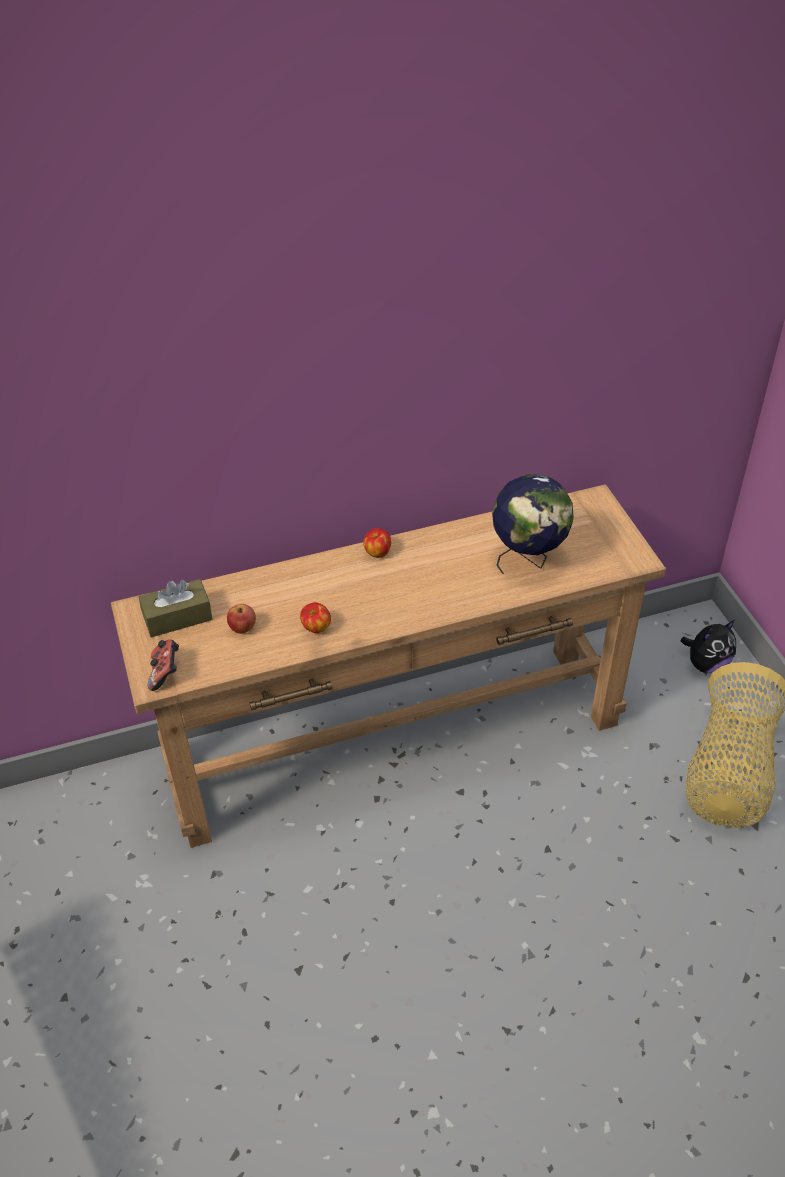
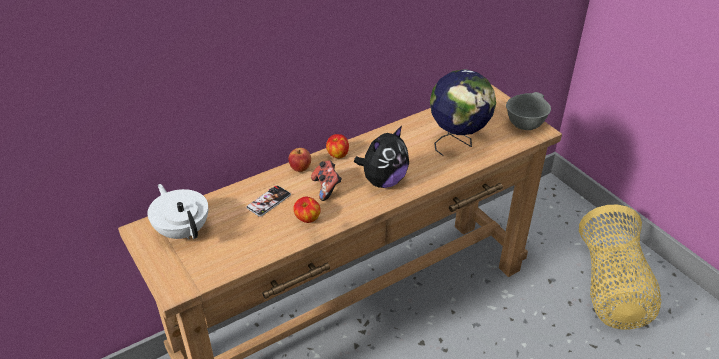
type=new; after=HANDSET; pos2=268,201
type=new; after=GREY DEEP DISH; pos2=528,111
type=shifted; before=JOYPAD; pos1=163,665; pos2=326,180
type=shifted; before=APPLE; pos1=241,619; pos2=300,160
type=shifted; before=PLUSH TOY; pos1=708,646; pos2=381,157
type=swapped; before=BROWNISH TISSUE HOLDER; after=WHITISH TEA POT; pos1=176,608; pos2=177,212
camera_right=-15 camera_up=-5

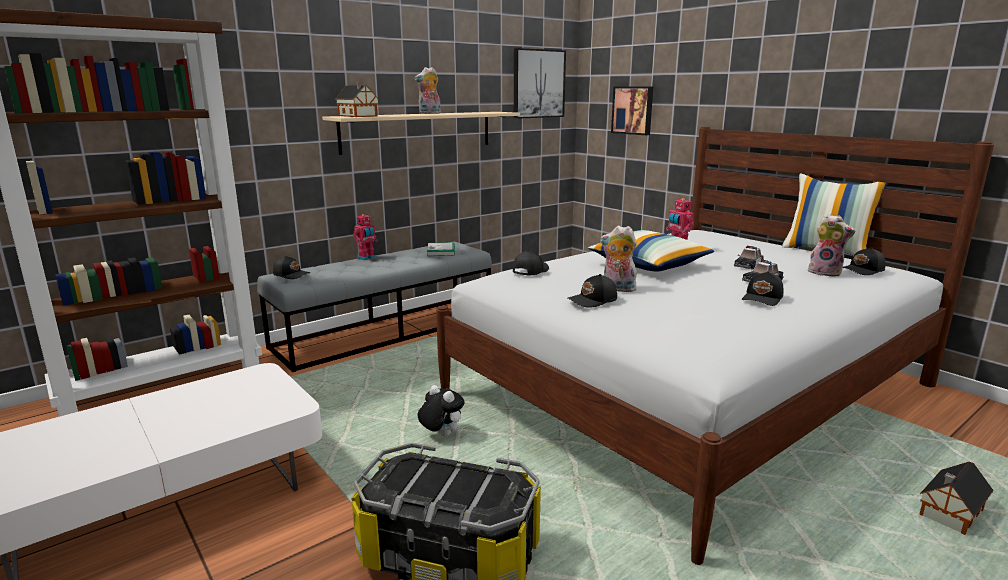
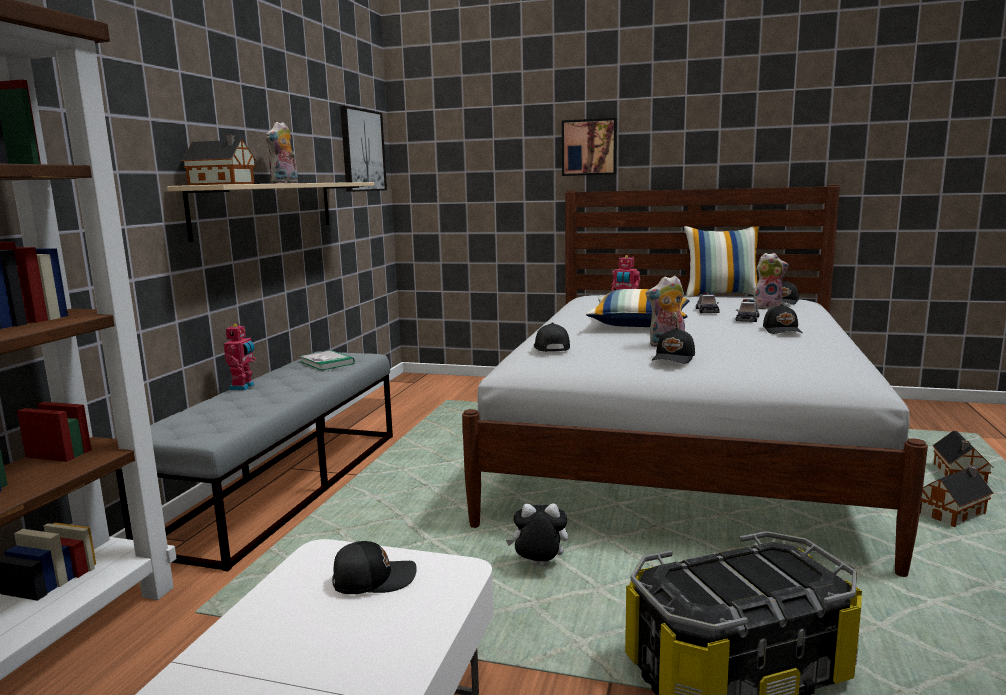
type=new; after=MINIATURE HOUSE; pos2=957,496
type=shifted; before=BLACK BASEBALL CAP; pos1=291,267; pos2=374,567
type=shifted; before=PICTURE; pos1=632,110; pos2=589,147
camera_right=-35 camera_up=-5

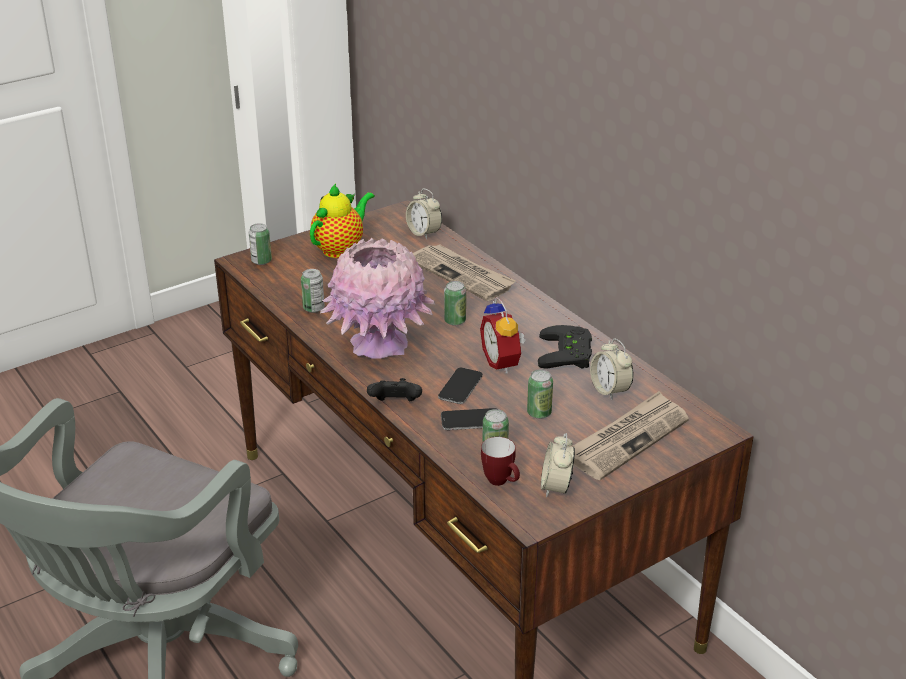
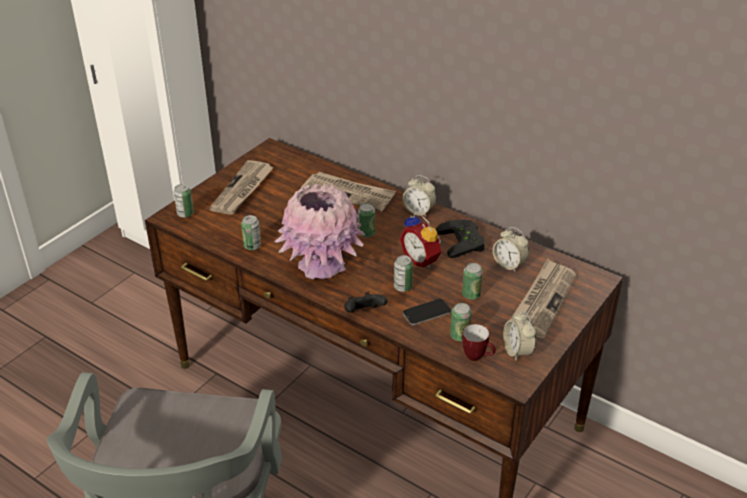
type=shifted; before=ALARM CLOCK; pos1=424,214; pos2=419,196
type=swapped; before=TEA POT; after=DAILY PAPER; pos1=342,220; pos2=241,187
type=swapped; before=HANDSET; after=METAL CAN; pos1=460,386; pos2=403,273
camera_right=-20 camera_up=5

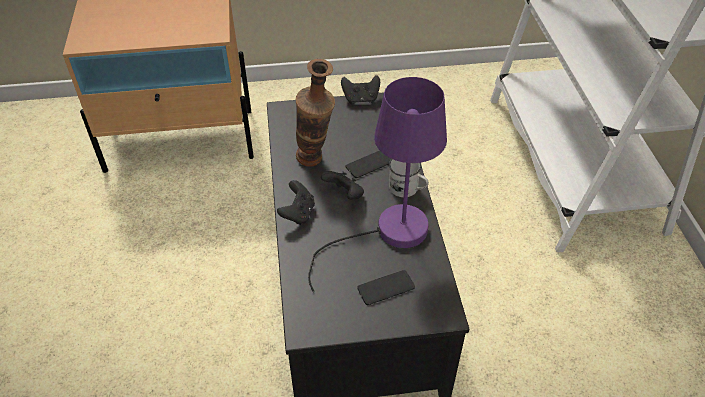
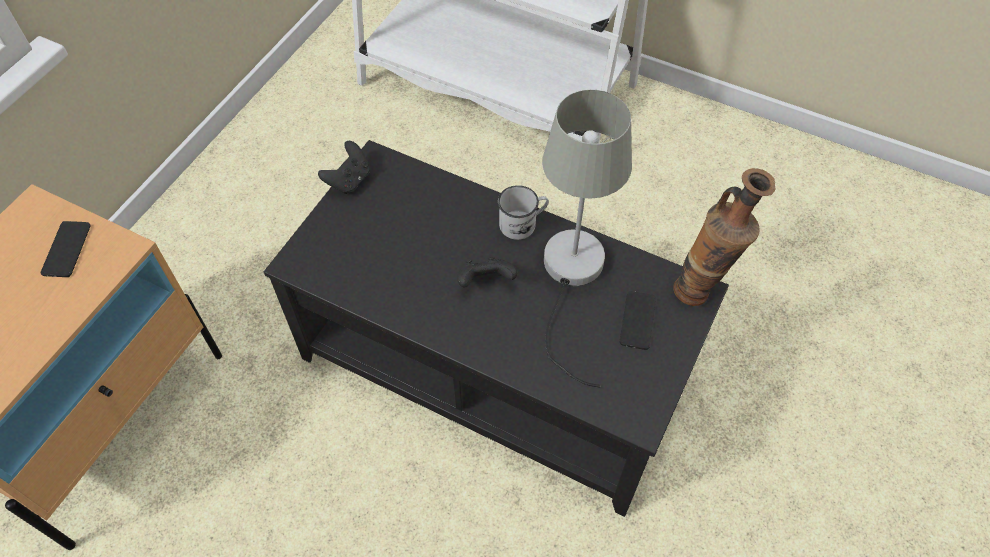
type=gone; before=BLACK JOYPAD; pos1=296,202
type=shifted; before=FLOWER VASE; pos1=315,113; pos2=724,237
type=shifted; before=HANDSET; pos1=368,164; pos2=66,249
type=repainted; before=PURPLISH TABLETOP LAMP; after=GREY TABLETOP LAMP; pos1=377,185; pos2=587,239
camera_right=-55 camera_up=10

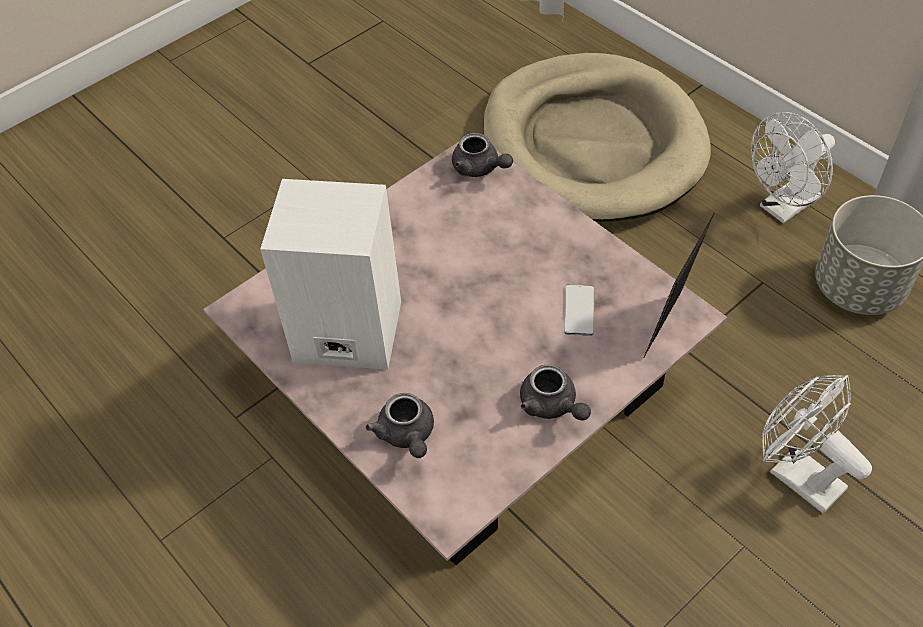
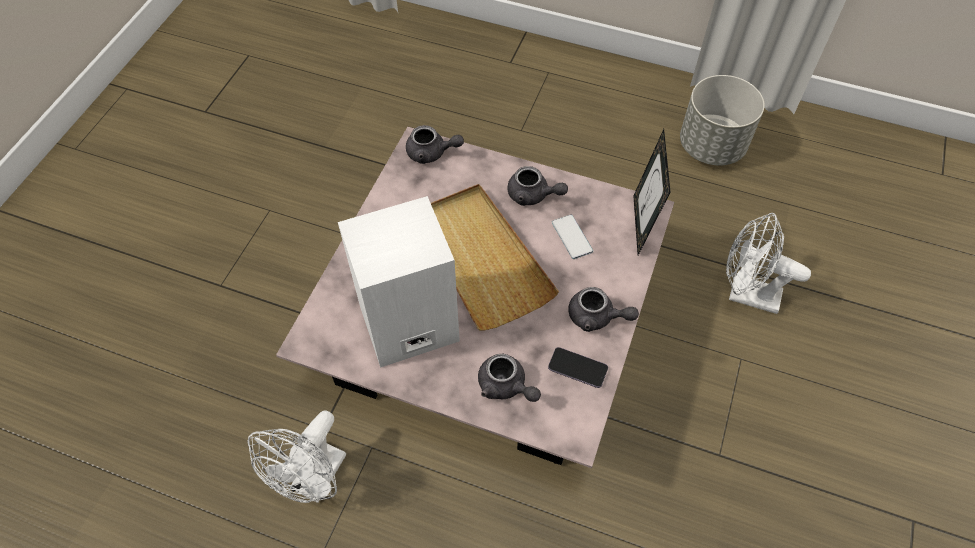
type=gone; before=BEIGE PET BED; pos1=597,137
type=new; after=BEIGE TRAY; pos2=495,257
type=new; after=GREY TEA POT; pos2=537,186
type=new; after=HANDSET; pos2=578,367
type=shifted; before=WHITISH COOLING FAN; pos1=793,167; pos2=296,456
camera_right=-30 camera_up=5

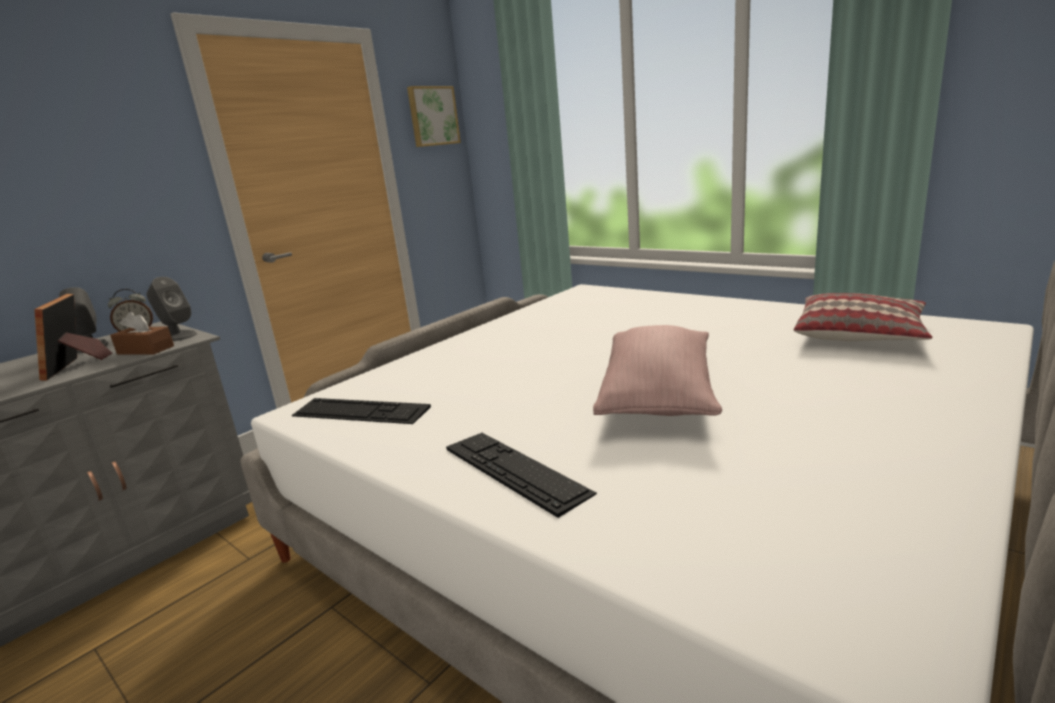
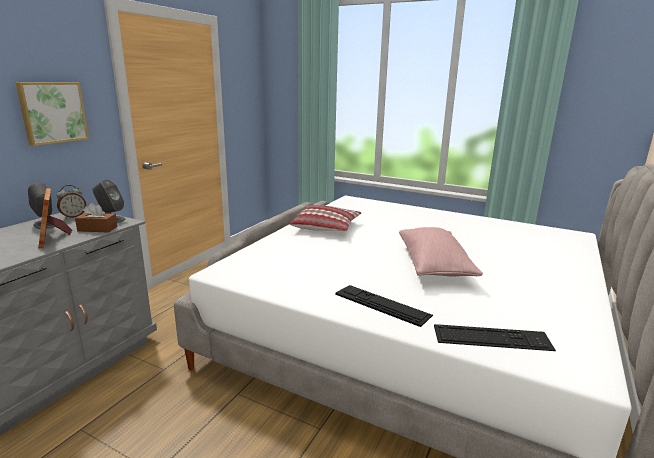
type=shifted; before=KEYBOARD; pos1=361,411; pos2=495,337
type=shifted; before=PICTURE; pos1=434,116; pos2=52,114
type=shifted; before=PILLOW; pos1=862,317; pos2=325,218
camera_right=-15 camera_up=0

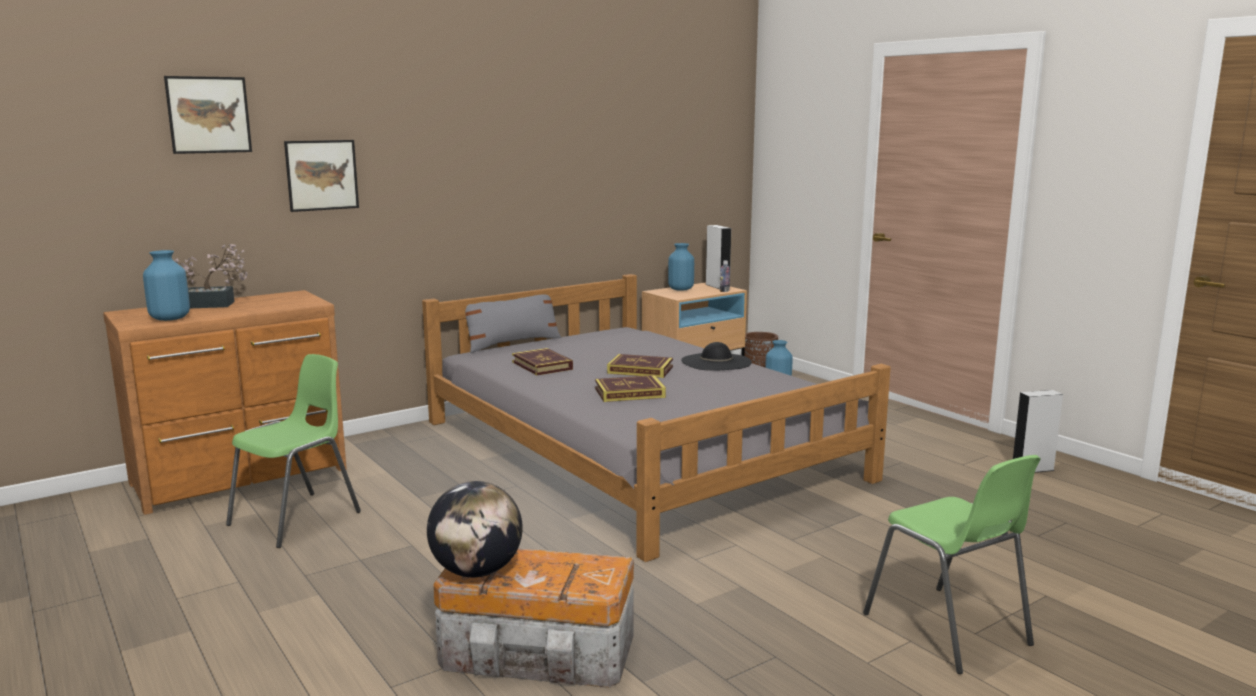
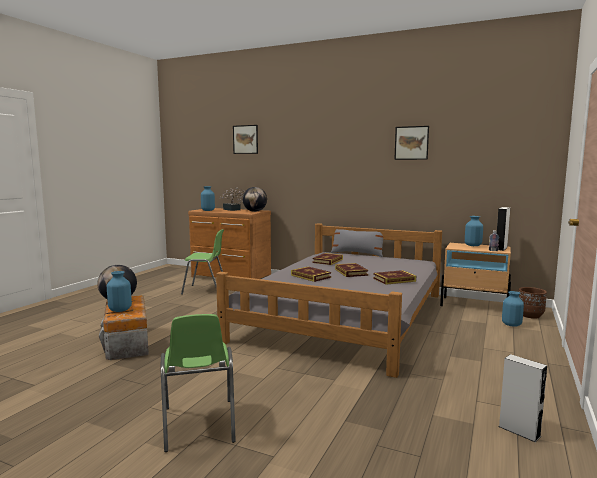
type=new; after=BLUISH FLOWER VASE; pos2=119,291
type=new; after=WORLD GLOBE; pos2=254,199
type=shifted; before=PICTURE; pos1=321,176; pos2=411,143
type=swapped; before=BLACK CLOTHING HAT; after=VOLUME; pos1=716,356; pos2=394,277
type=rotated; before=GREEN UPRIGHT CHAIR; pos1=952,564; pos2=198,383; turn=-45
camera_right=60 camera_up=-5

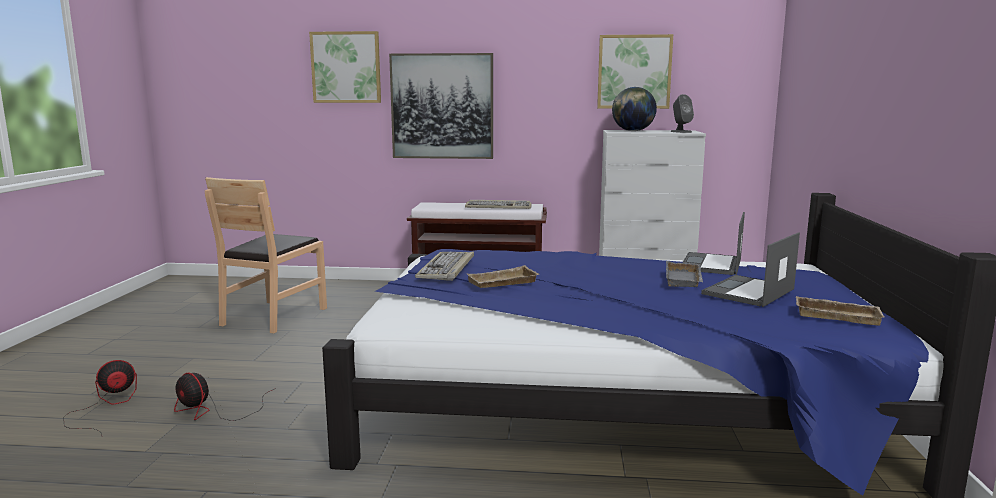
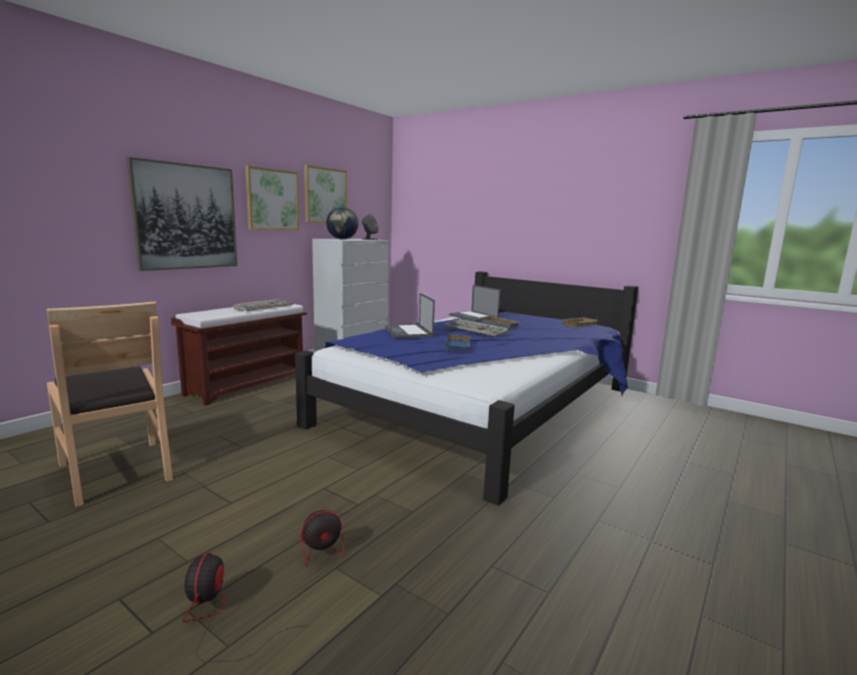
type=shifted; before=PICTURE; pos1=345,67; pos2=272,198
type=shifted; before=KEYBOARD; pos1=444,266; pos2=476,327
type=shifted; before=LAPTOP; pos1=750,269; pos2=410,315
type=repainted; before=BEIGE TRAY; after=BLUISH TRAY; pos1=503,276; pos2=457,342
camera_right=-60 camera_up=0

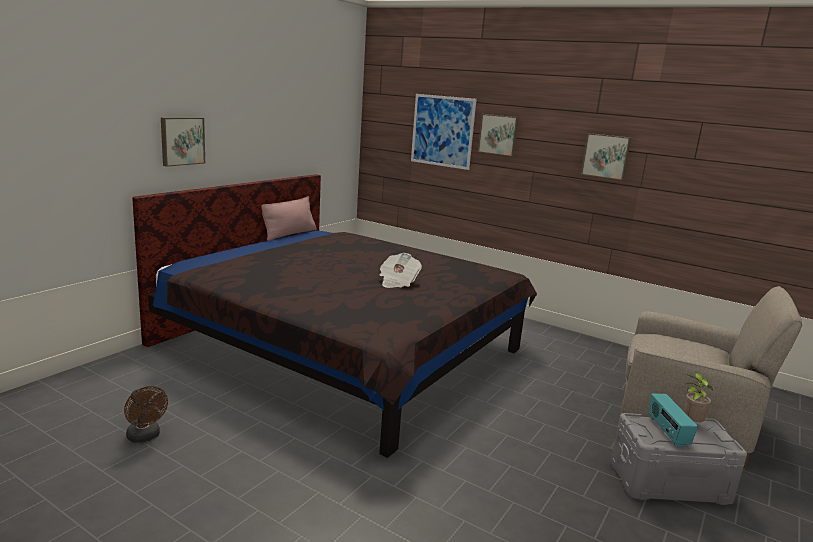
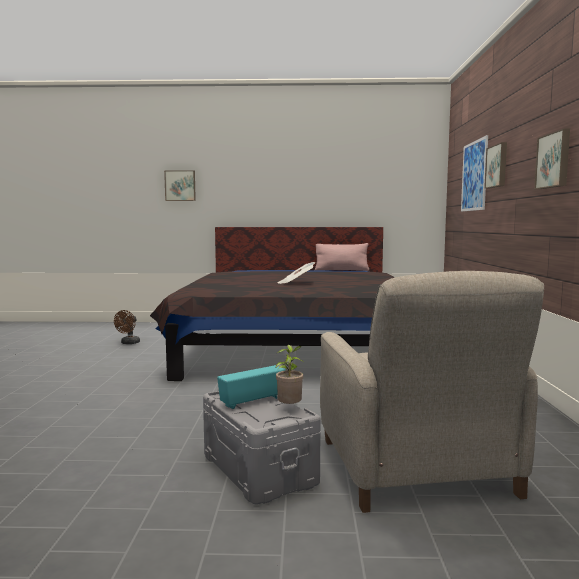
type=shifted; before=PICTURE; pos1=183,142; pos2=180,185
camera_right=60 camera_up=-10

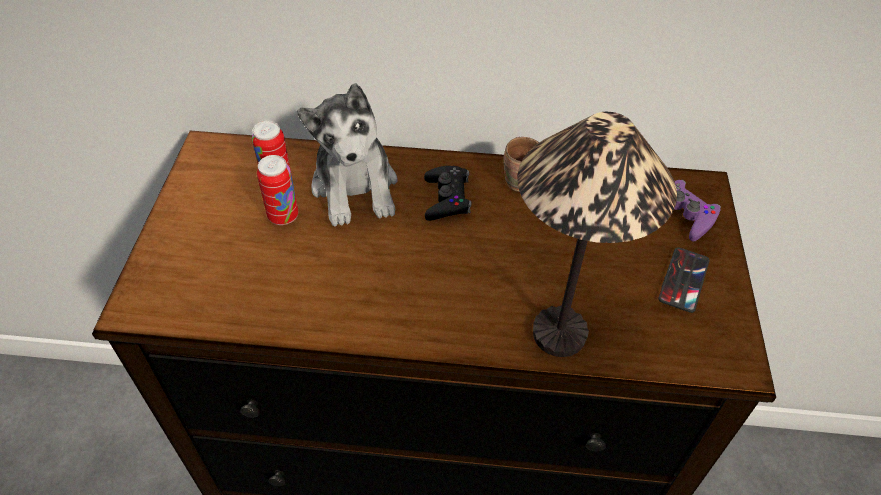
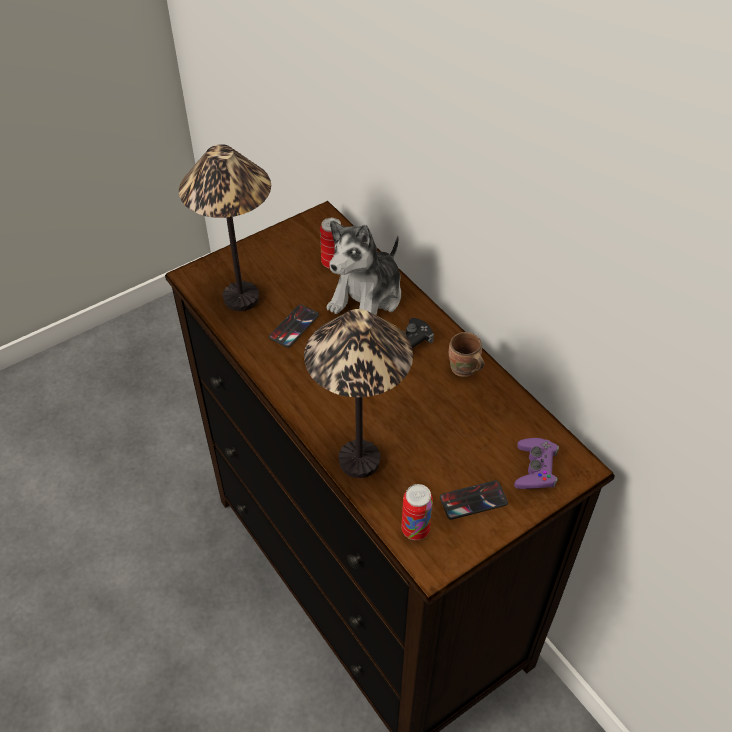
type=new; after=TABLETOP LAMP; pos2=225,227
type=new; after=HANDSET; pos2=294,326
type=shifted; before=METAL CAN; pos1=277,190; pos2=417,512
camera_right=50 camera_up=0

